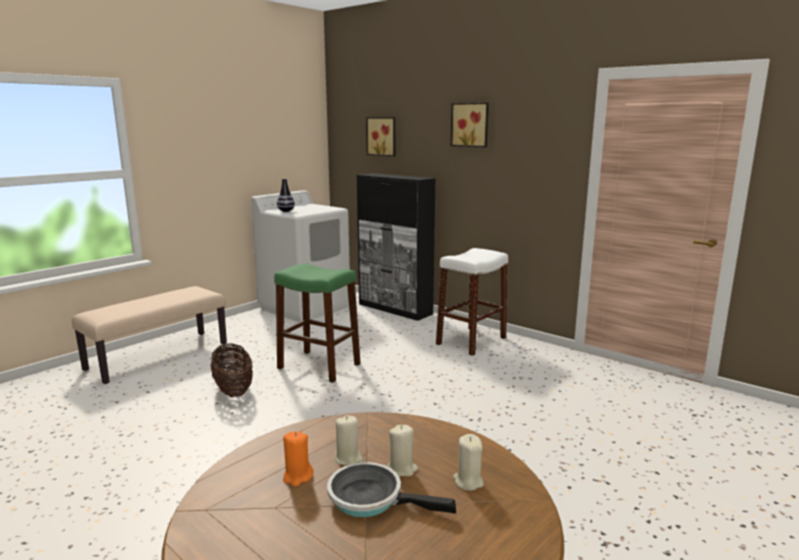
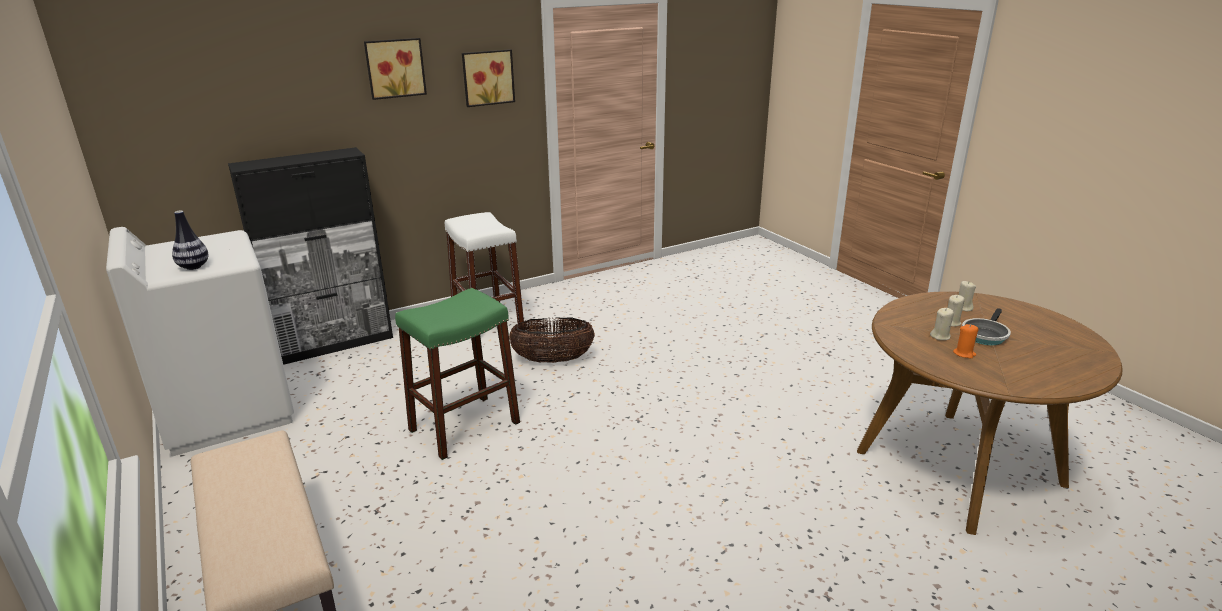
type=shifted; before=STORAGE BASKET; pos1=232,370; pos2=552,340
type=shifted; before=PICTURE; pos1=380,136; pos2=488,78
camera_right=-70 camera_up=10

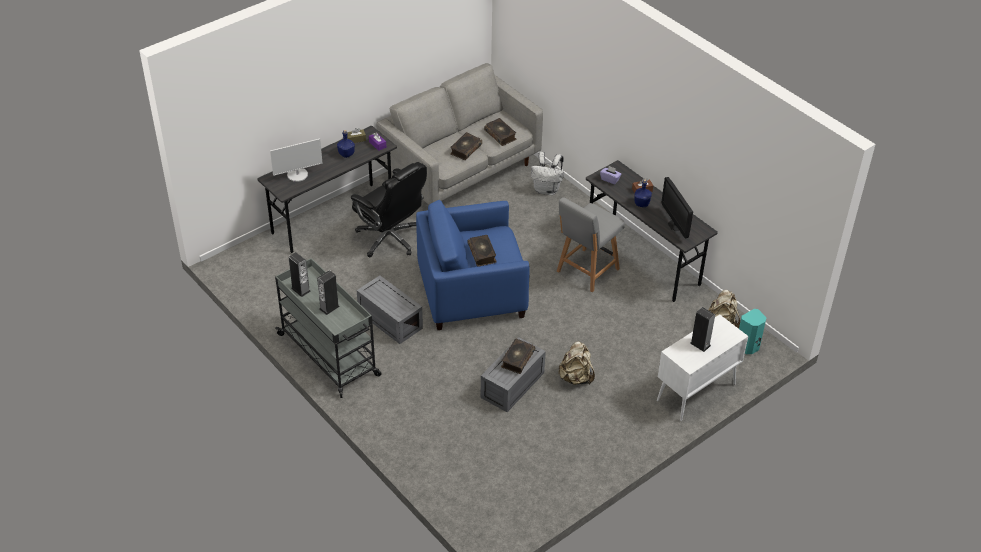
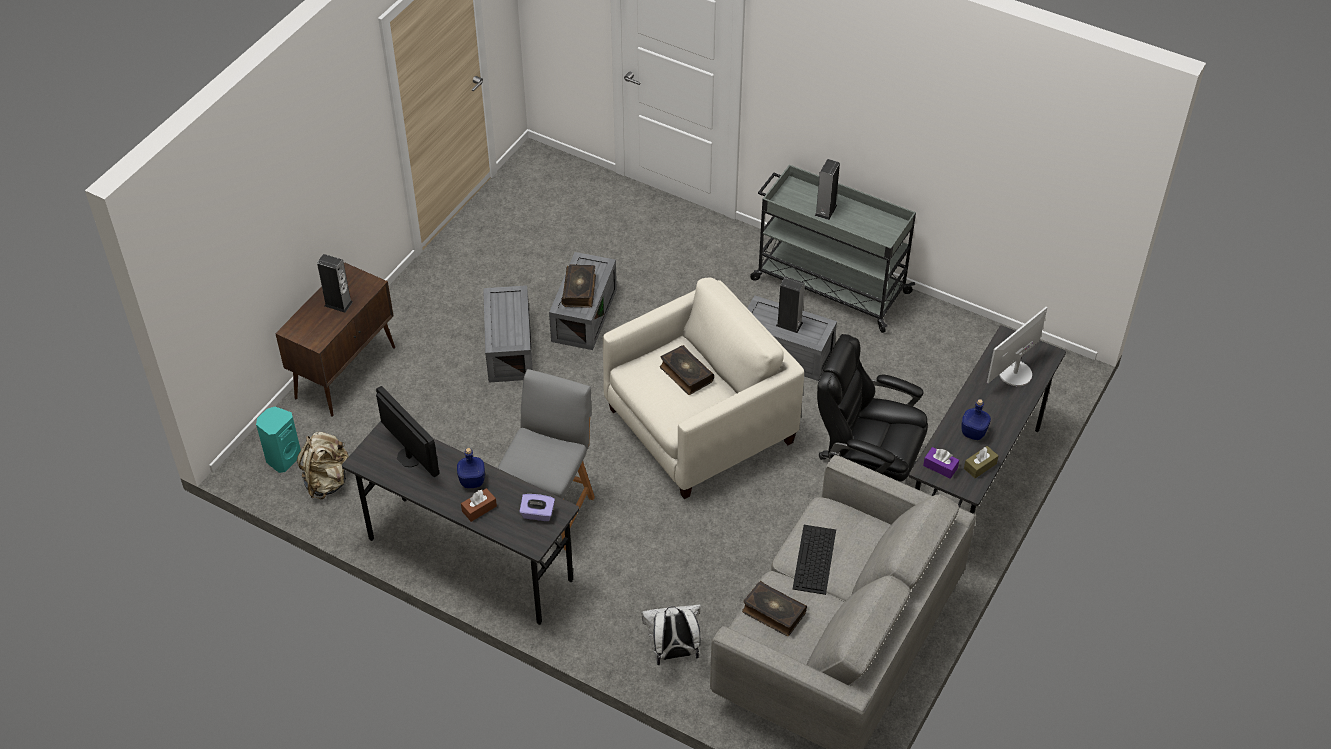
type=shifted; before=SPEAKER; pos1=300,274; pos2=790,304
type=swapped; before=VOLUME; after=KEYBOARD; pos1=466,146; pos2=814,560
type=swapped; before=BEIGE BACKPACK; after=GREY STORAGE CONTAINER; pos1=576,363; pos2=508,333
type=repainted; before=BLUISH LOUNGE CHAIR; after=BEIGE LOUNGE CHAIR; pos1=473,265; pos2=703,388
type=repainted; before=WHITISH CABINET; after=BROWNISH CABINET; pos1=702,367; pos2=335,340
camera_right=160 camera_up=5

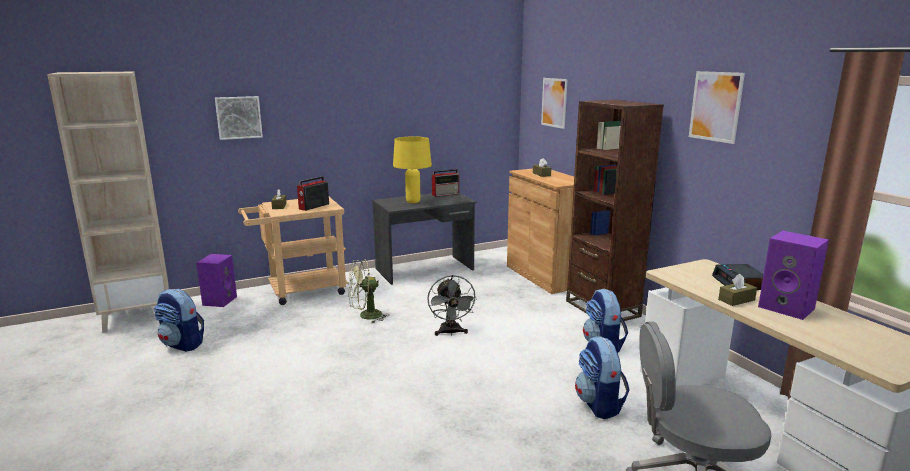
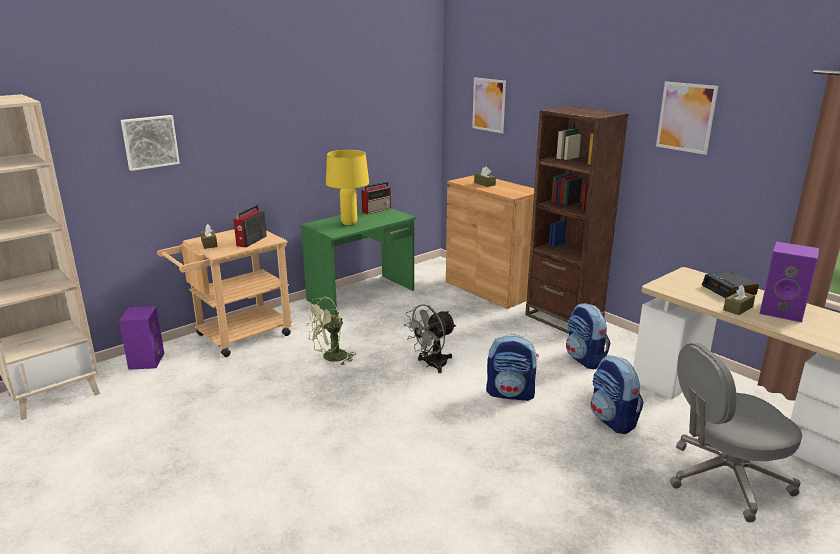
type=shifted; before=BACKPACK; pos1=179,320; pos2=512,367
type=repainted; before=GREY DESK UNIT; after=GREEN DESK UNIT; pos1=424,239; pos2=358,261
type=rotated; before=GREY COOLING FAN; pos1=452,305; pos2=430,338; turn=75
camera_right=-15 camera_up=5

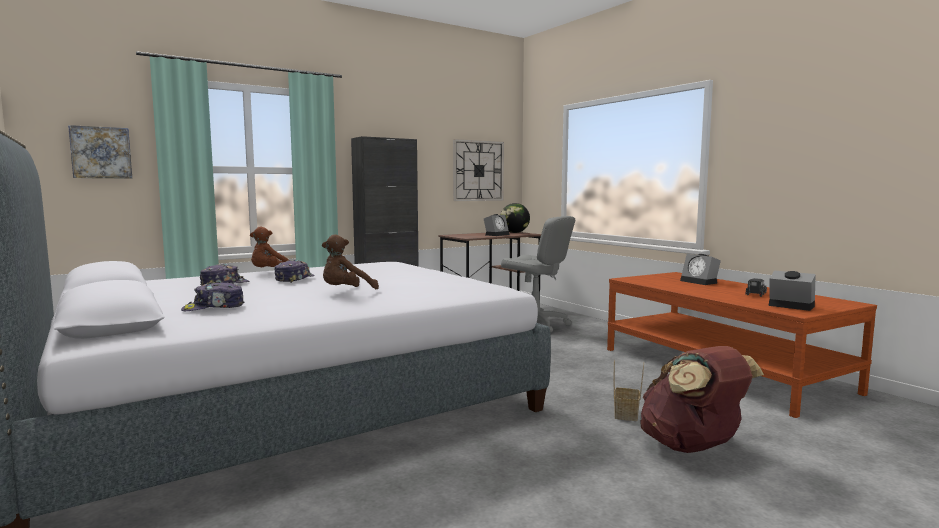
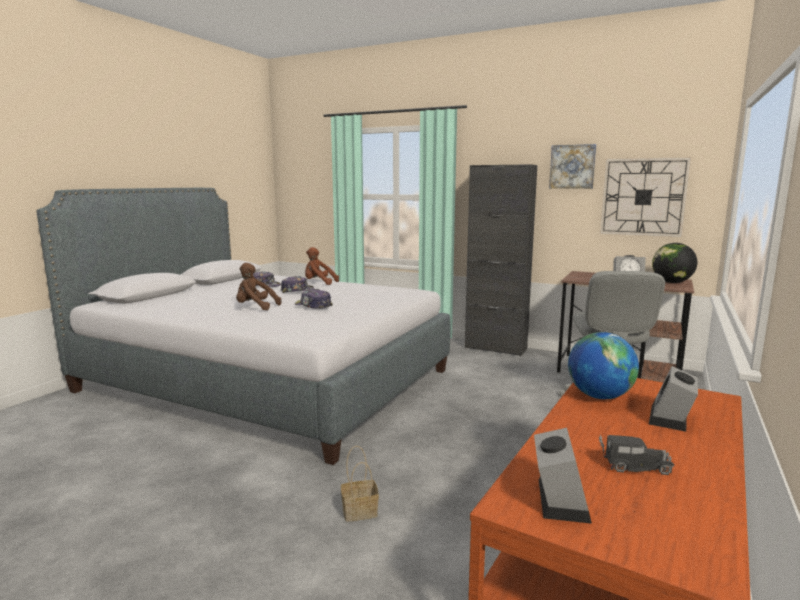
type=gone; before=BROWNISH BACKPACK; pos1=702,399
type=new; after=WORLD GLOBE; pos2=603,365
type=shifted; before=PICTURE; pos1=100,152; pos2=573,166
type=shifted; before=BASEBALL CAP; pos1=213,296; pos2=314,299
camera_right=60 camera_up=5

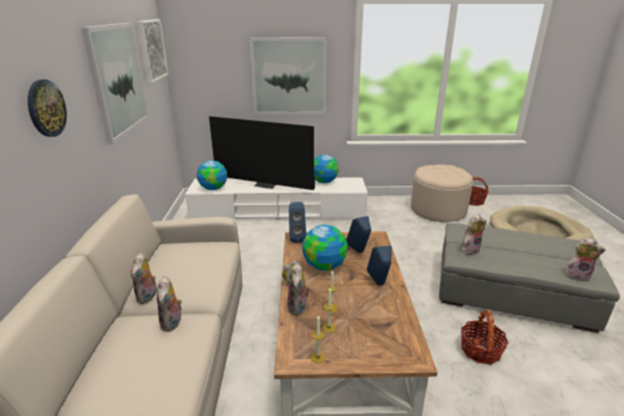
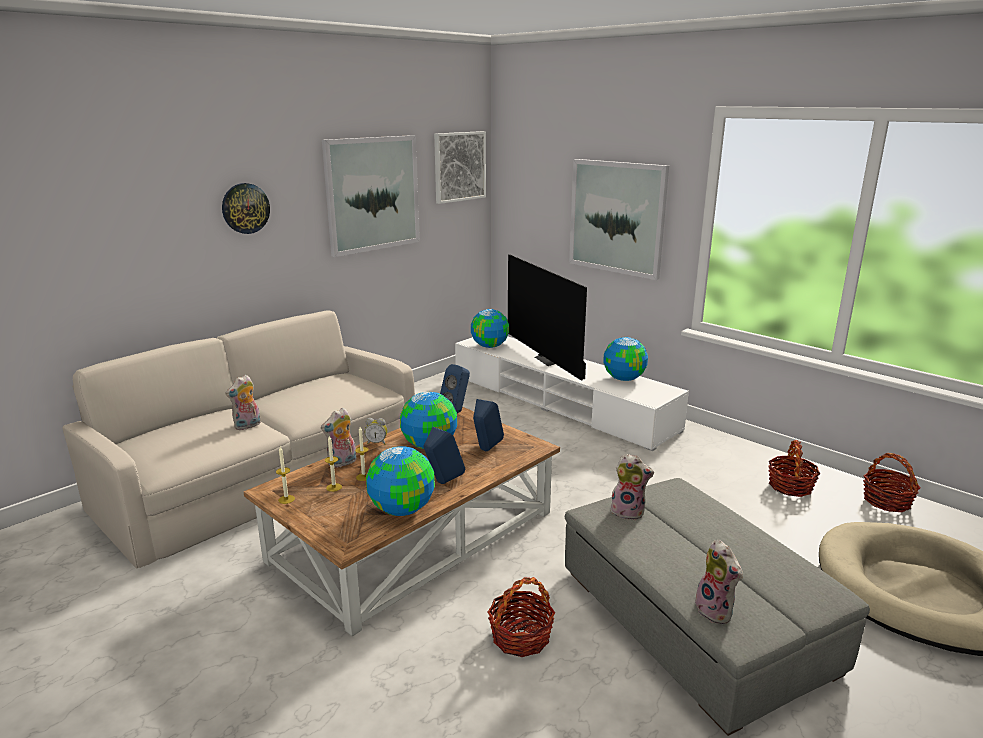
type=gone; before=PLUSH TOY; pos1=144,278
type=new; after=WORLD GLOBE; pos2=400,481
type=swapped; before=BEIGE OTTOMAN; after=STORAGE BASKET; pos1=442,193; pos2=794,468
camera_right=45 camera_up=-5

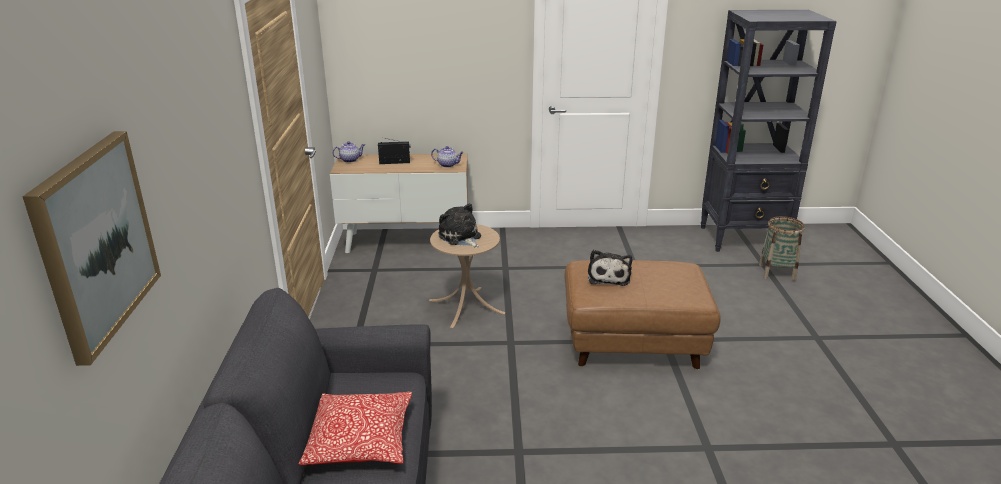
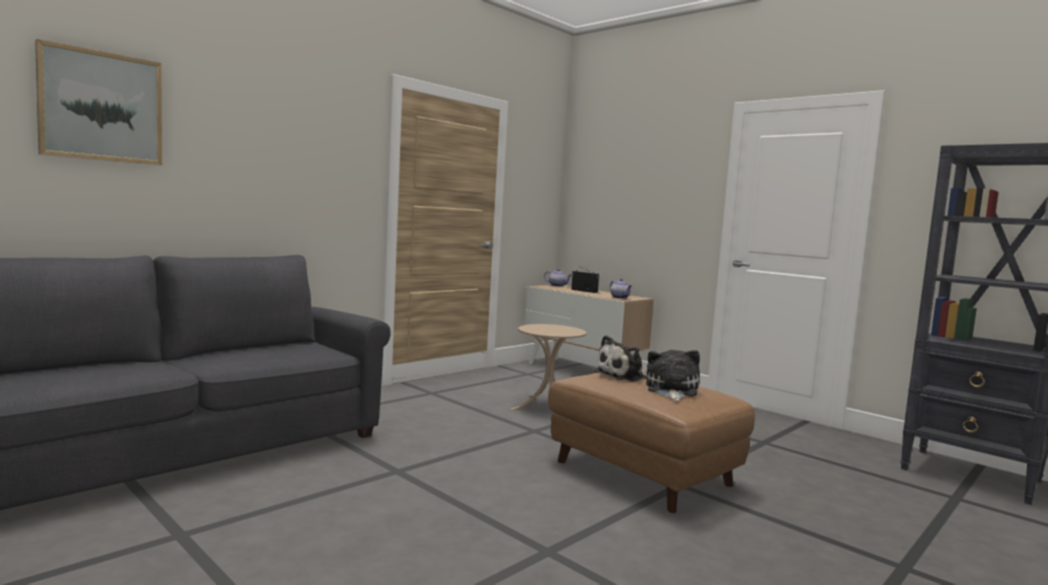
type=gone; before=PILLOW; pos1=355,428
type=gone; before=STORAGE BASKET; pos1=782,248
type=shifted; before=PLUSH TOY; pos1=460,225; pos2=673,375
camera_right=45 camera_up=-20

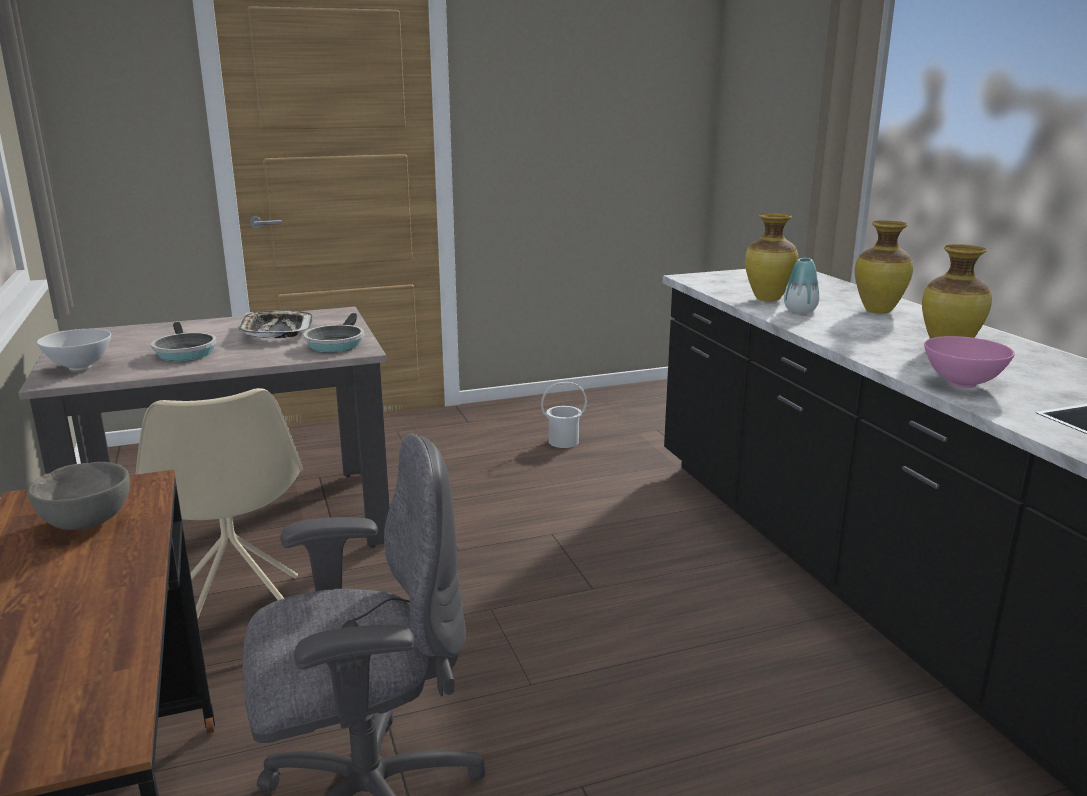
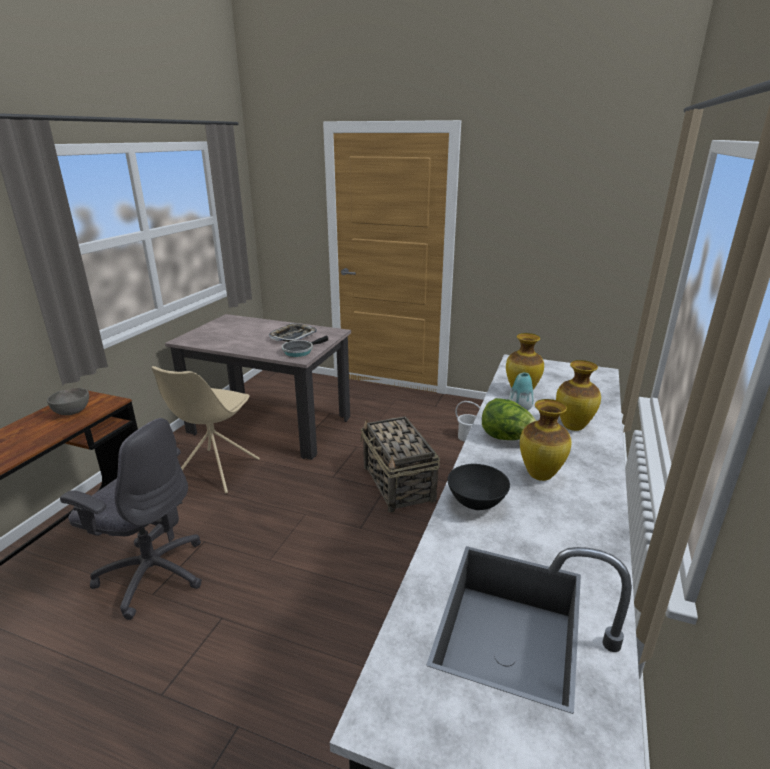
type=gone; before=WHITISH DEEP DISH; pos1=74,349
type=gone; before=SKILLET; pos1=184,342
type=new; after=STORAGE BASKET; pos2=400,464
type=new; after=LETTUCE; pos2=509,419
type=repainted; before=PINK DEEP DISH; after=BLACK DEEP DISH; pos1=969,362; pos2=478,487
camera_right=40 camera_up=5

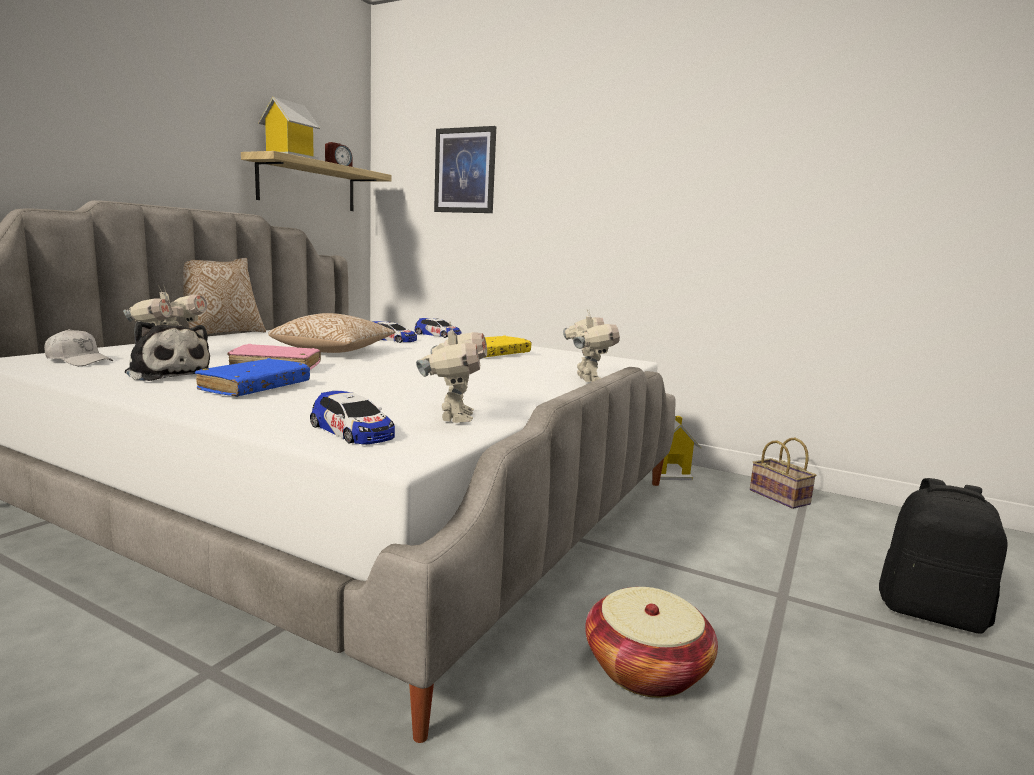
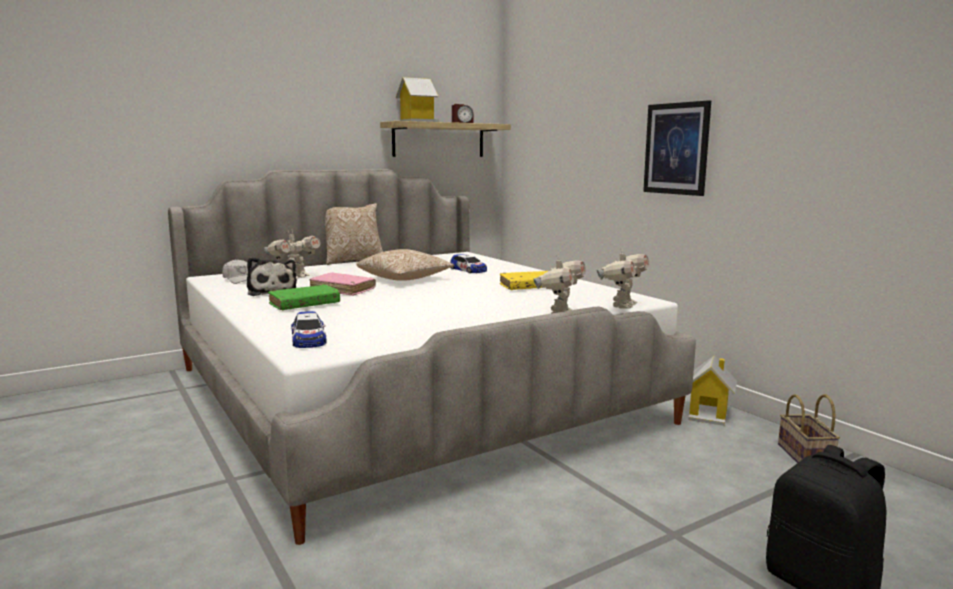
type=gone; before=MINIATURE CAR; pos1=438,328
type=gone; before=STORAGE BASKET; pos1=651,642
type=shifted; before=ROBOT FIGURE; pos1=451,372; pos2=623,279
type=shifted; before=PICTURE; pos1=465,169; pos2=677,148
type=repainted; before=BLUISH VOLUME; after=GREEN VOLUME; pos1=252,377; pos2=304,297
camera_right=30 camera_up=0

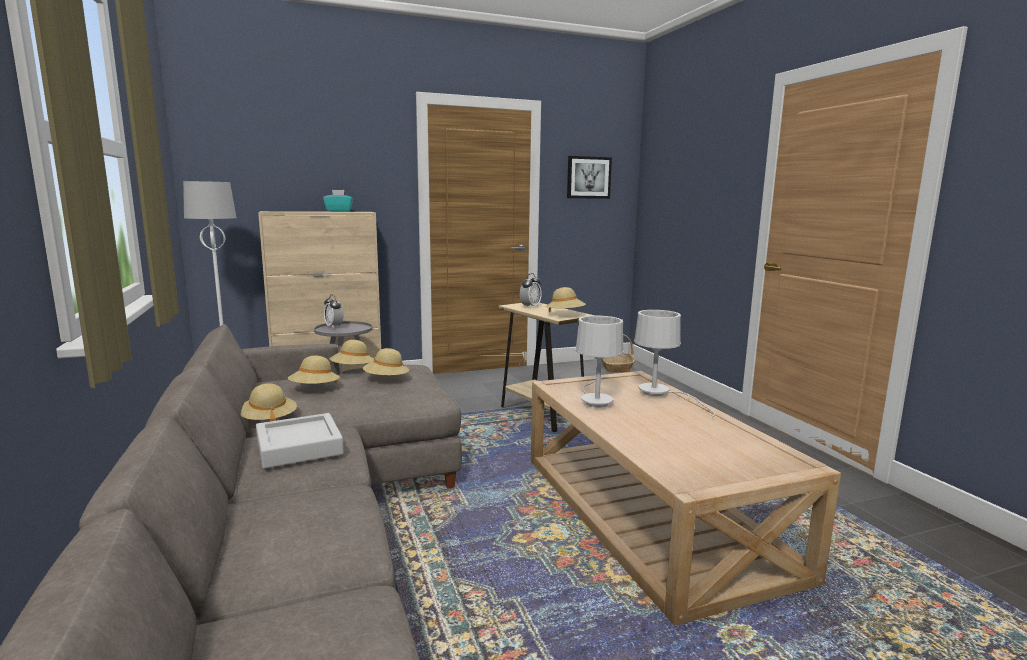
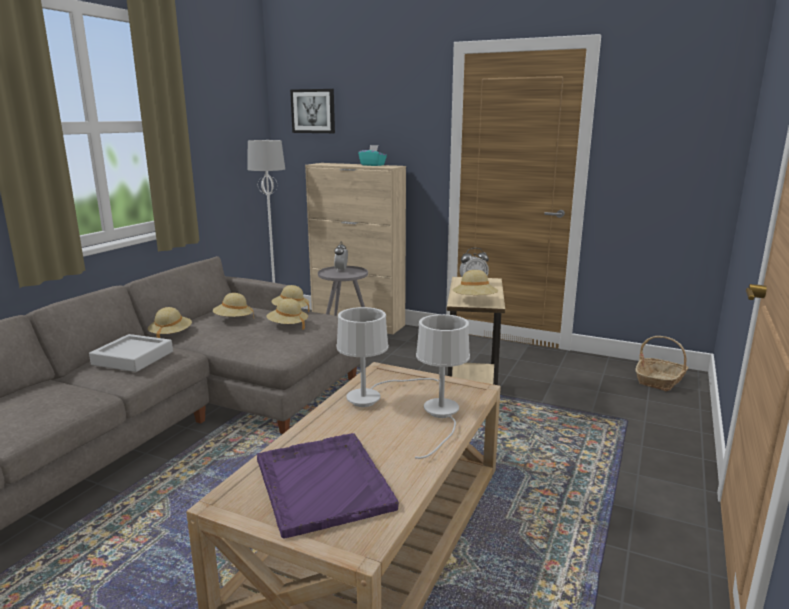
type=new; after=PURPLISH TRAY; pos2=327,486
type=shifted; before=PICTURE; pos1=589,177; pos2=312,111
camera_right=45 camera_up=5

